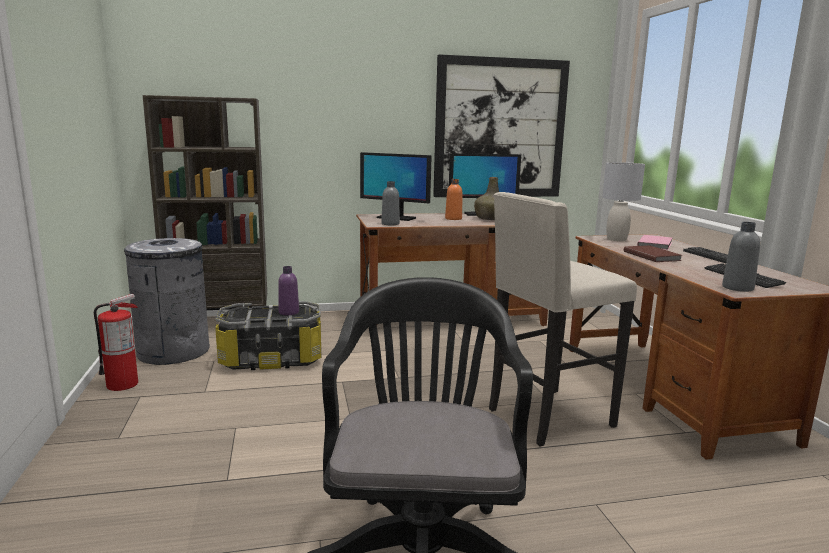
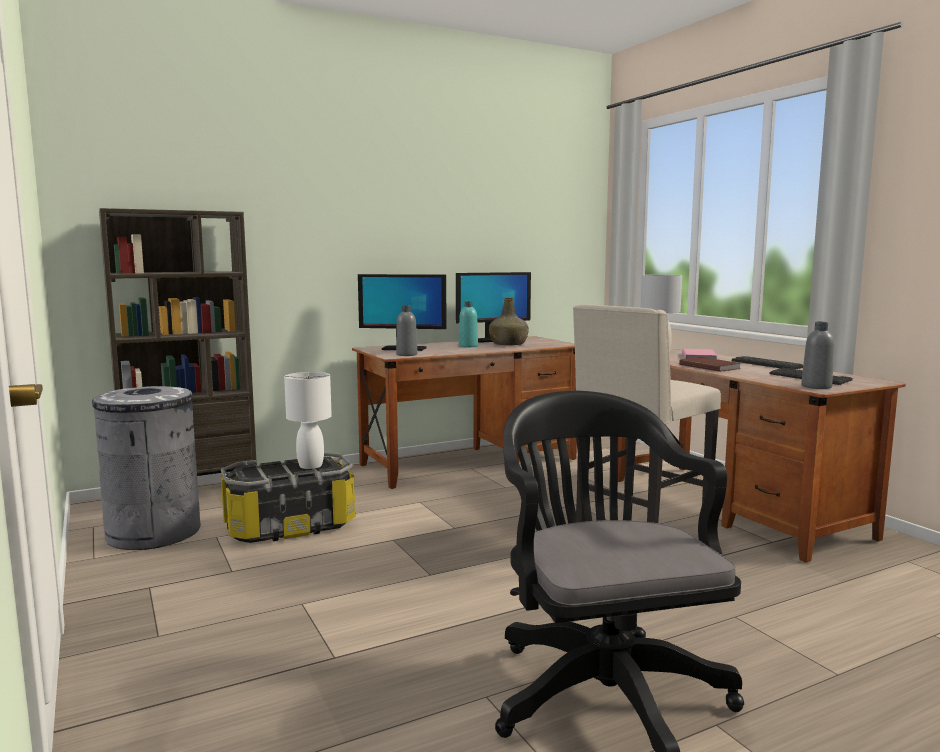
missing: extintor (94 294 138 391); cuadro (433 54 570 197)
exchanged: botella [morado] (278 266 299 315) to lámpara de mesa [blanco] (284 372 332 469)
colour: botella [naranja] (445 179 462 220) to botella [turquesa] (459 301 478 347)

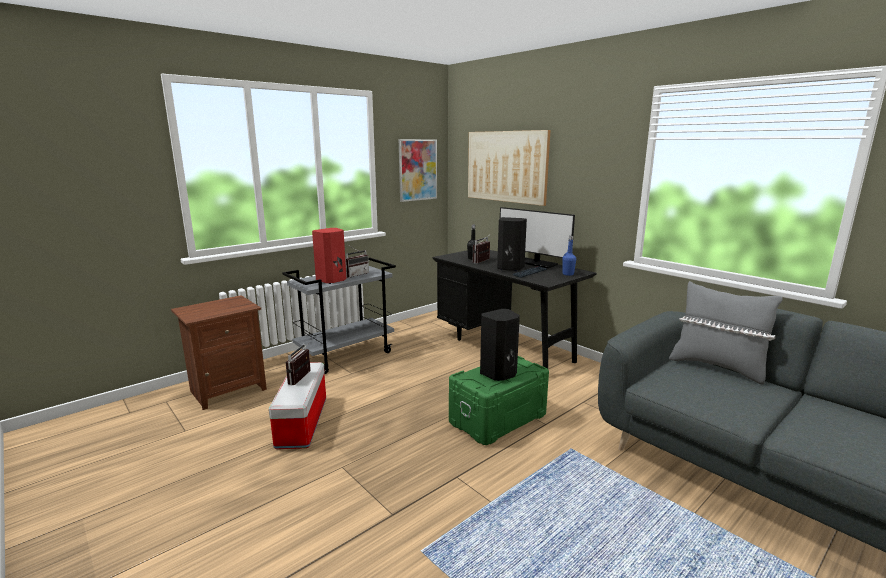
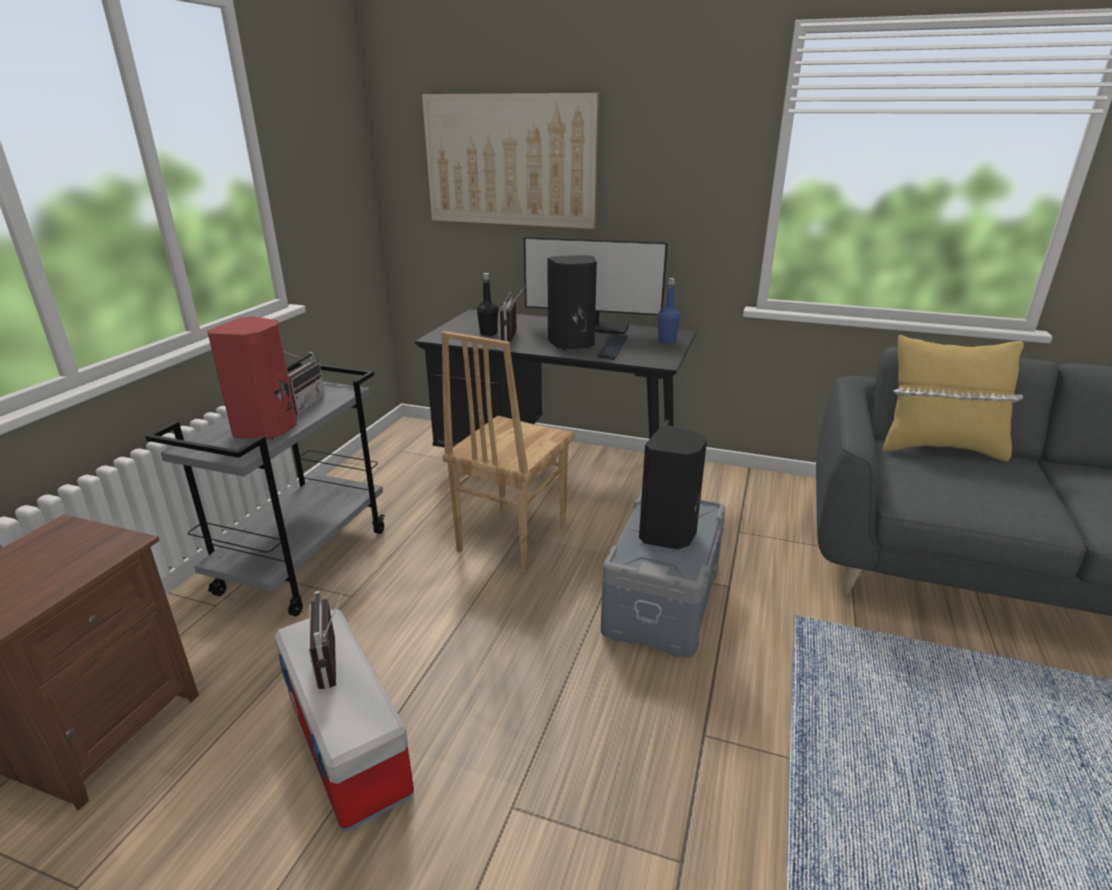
missing: cuadro (399 139 437 202)
appeared: silla [marrón] (441 331 575 573)
colour: caja de almacenaje [verde] (449 356 549 445) to caja de almacenaje [gris] (601 491 725 658); cojín [gris] (669 281 783 385) to cojín [amarillo] (882 335 1024 461)

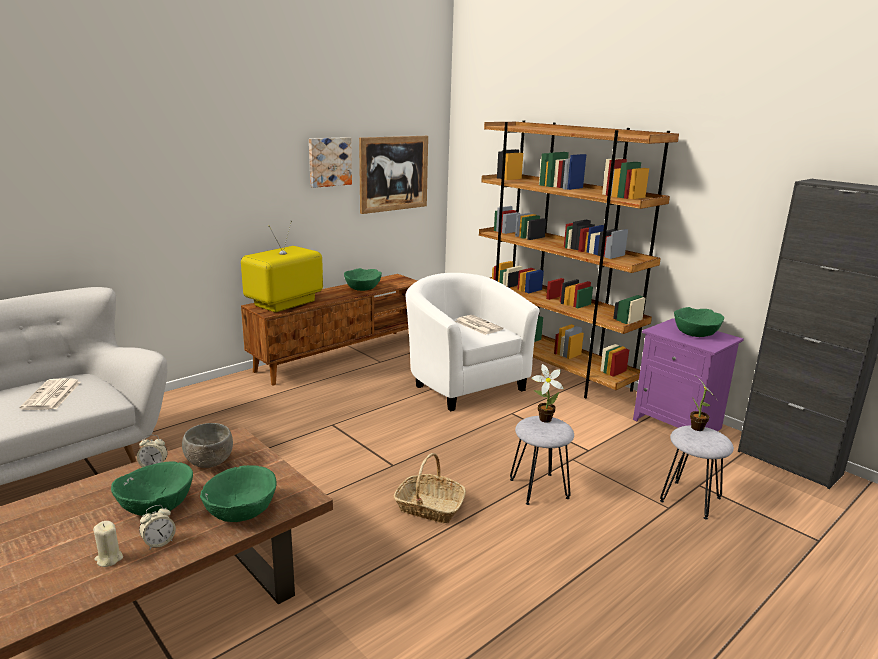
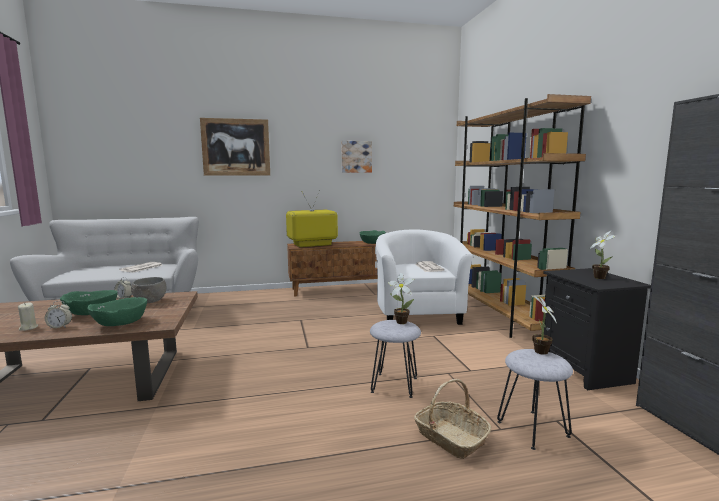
relocated: cuadro (359 136 428 214) to (200 118 270 176); cesta (393 453 466 523) to (414 379 491 459)
exchanged: cuenco [verde] (674 307 724 337) to planta en maceta (589 231 616 279)
colour: mesita de noche [morado] (633 318 744 431) to mesita de noche [negro] (543 268 651 390)

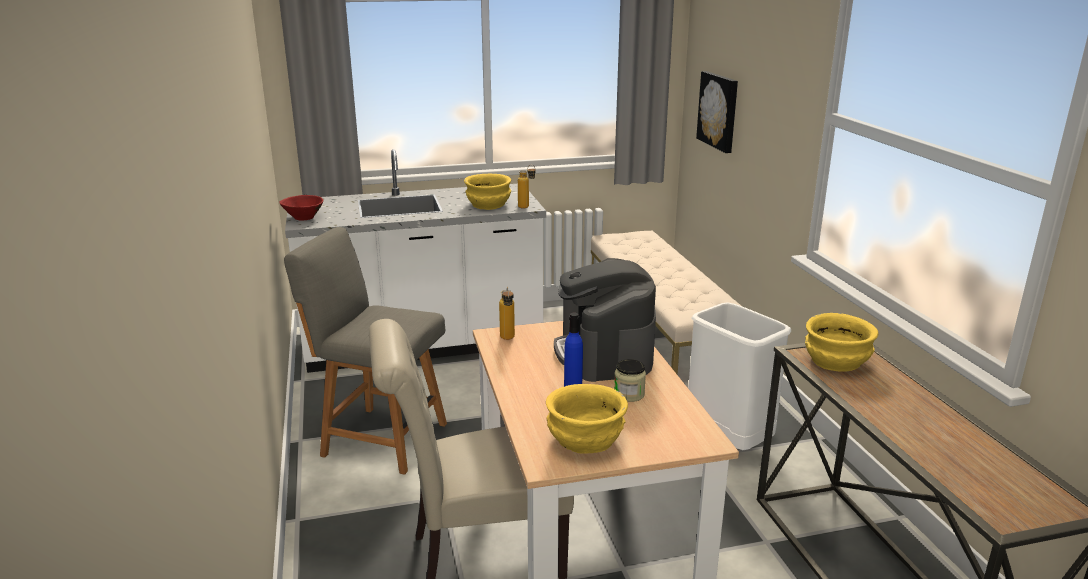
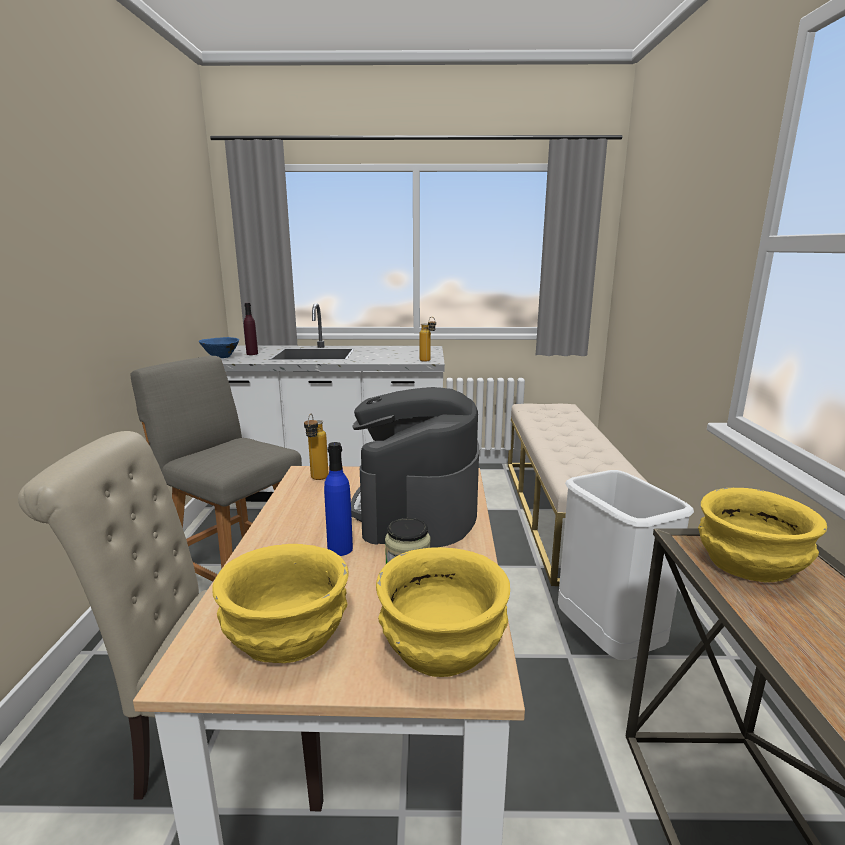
missing: cuadro (696 71 738 153)
appeared: botella [morado] (244 303 258 355)
relocated: cuenco [amarillo] (464 174 511 210) to (376 547 510 677)
colour: cuenco [rojo] (279 195 323 221) to cuenco [azul] (199 337 239 358)

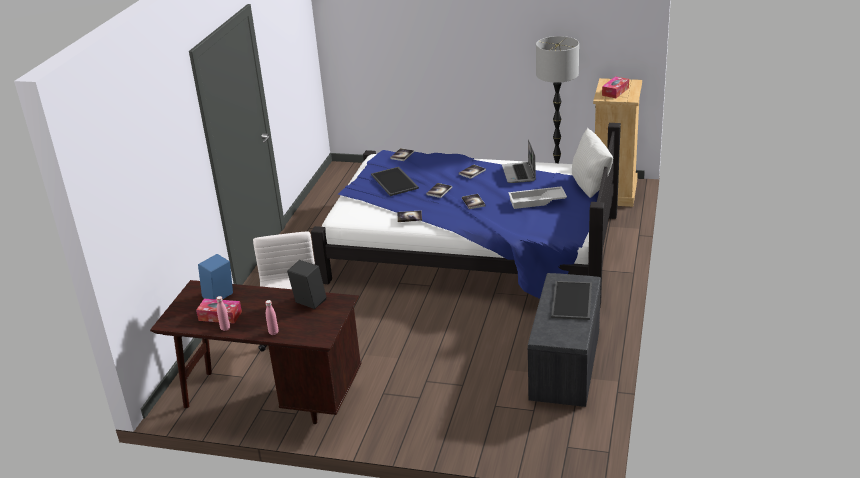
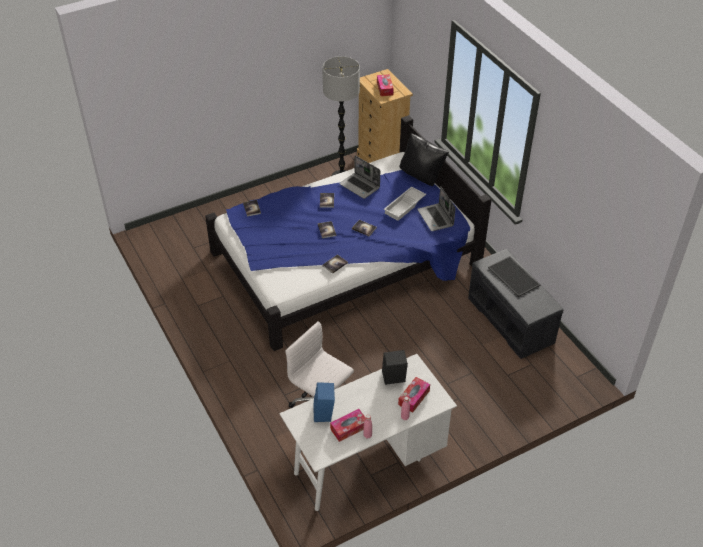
missing: bandeja (371 167 419 196)
appeared: caja de pañuelos (398 377 430 413); portátil (417 186 456 231)
colour: escritorio [marrón] (150 280 362 424) to escritorio [blanco] (280 354 457 511); cojín [blanco] (572 128 613 198) to cojín [negro] (399 133 449 186)

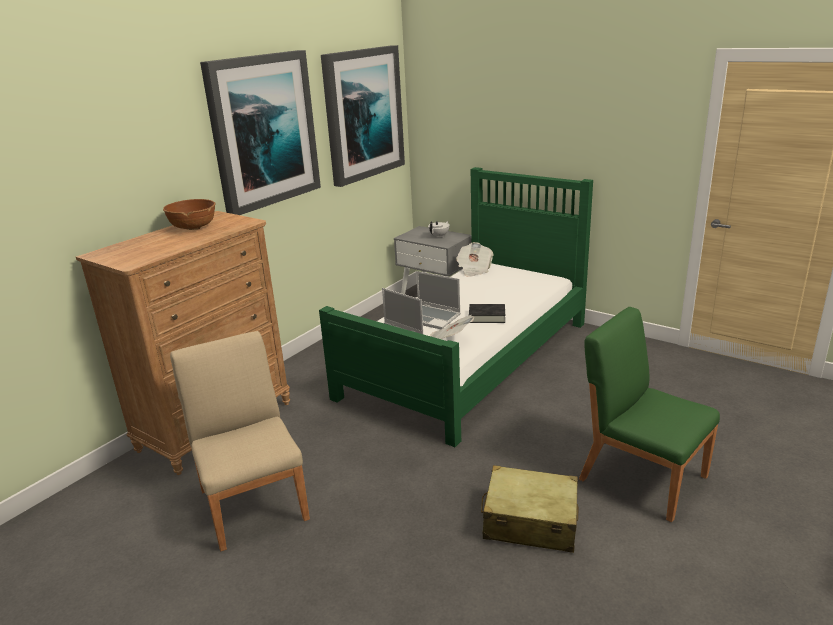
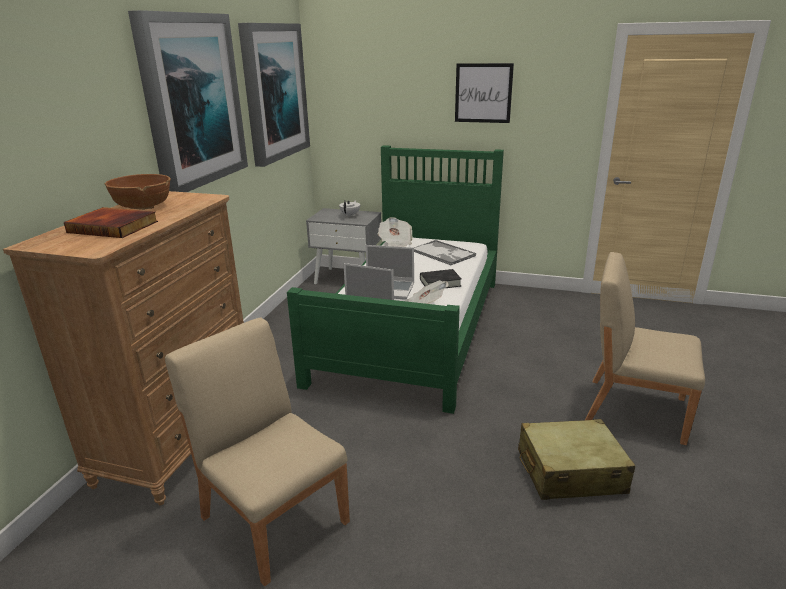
appeared: libro (64 207 158 238); bandeja (414 240 476 265); cuadro (455 63 514 123)
colour: silla [verde] (579 307 720 522) to silla [beis] (585 252 705 445)

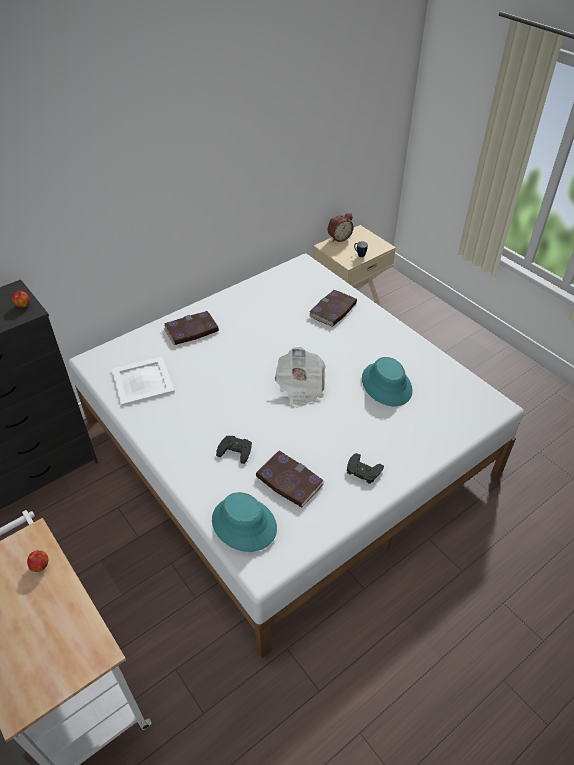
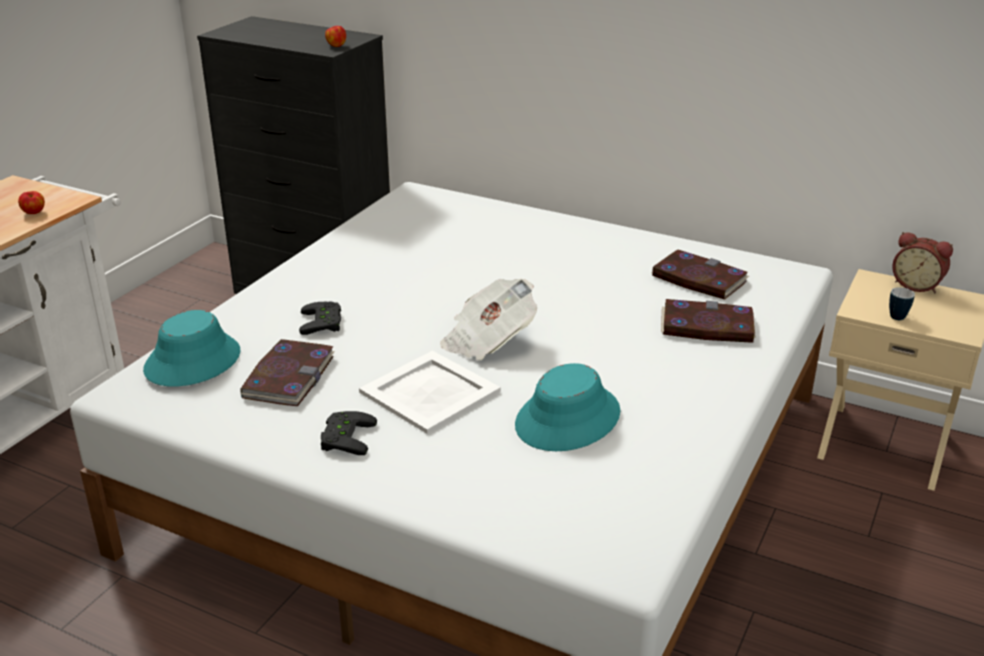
relocated: bandeja [blanco] (112 356 175 406) to (359 351 501 434); libro (164 311 219 345) to (651 250 749 300)

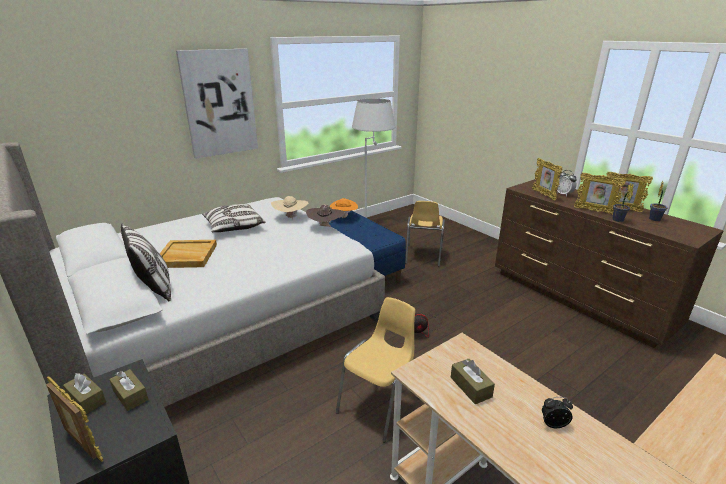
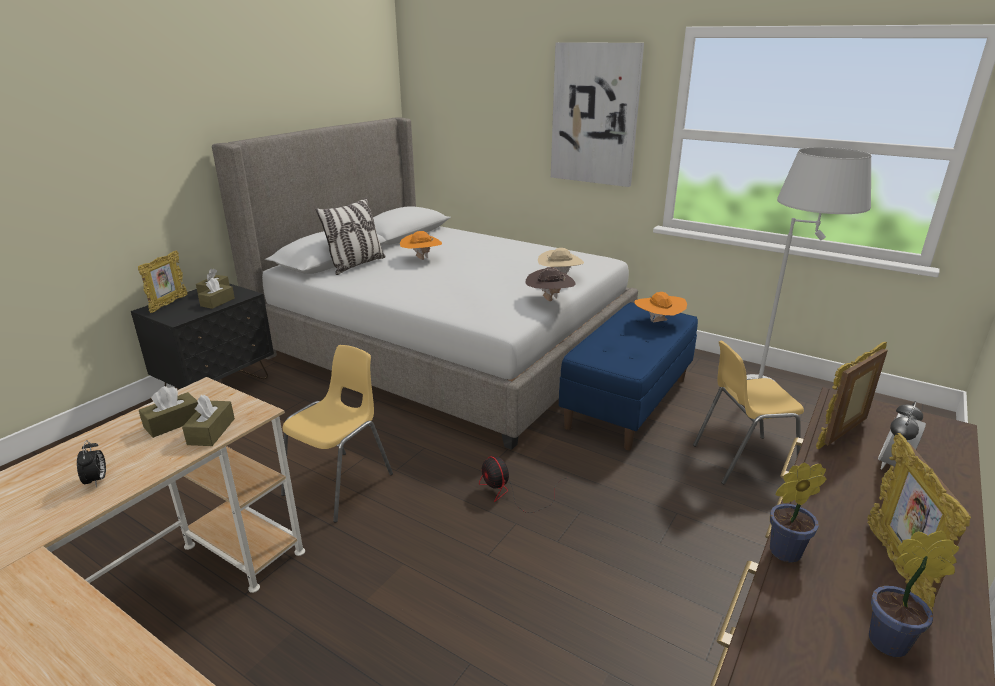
missing: cojín (202 204 266 232); portarretratos (574 173 626 215)
appeared: caja de pañuelos [marrón] (182 395 235 446)
exchanged: bandeja [beis] (160 240 217 268) to sombrero [naranja] (400 231 442 260)
spun: silla [amarillo] (336 297 419 443) = (281 345 393 523) 75 degrees counterclockwise

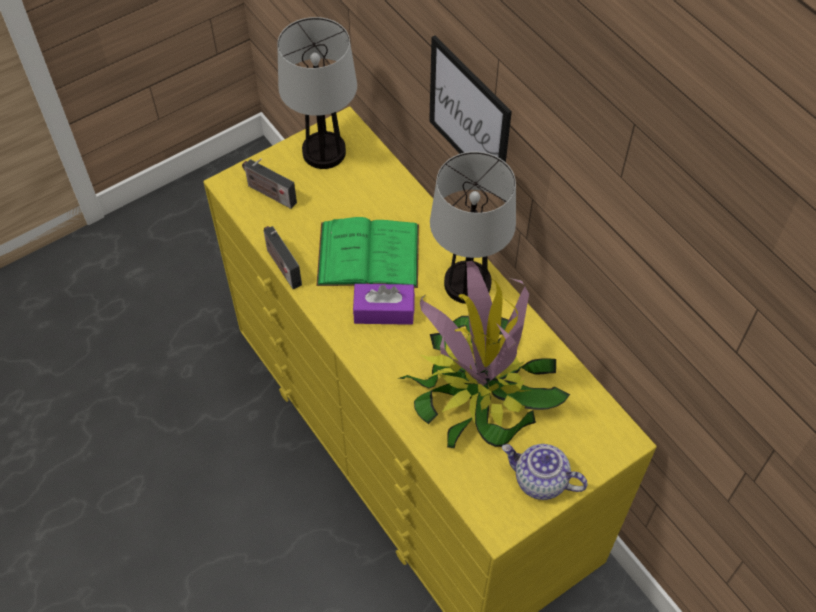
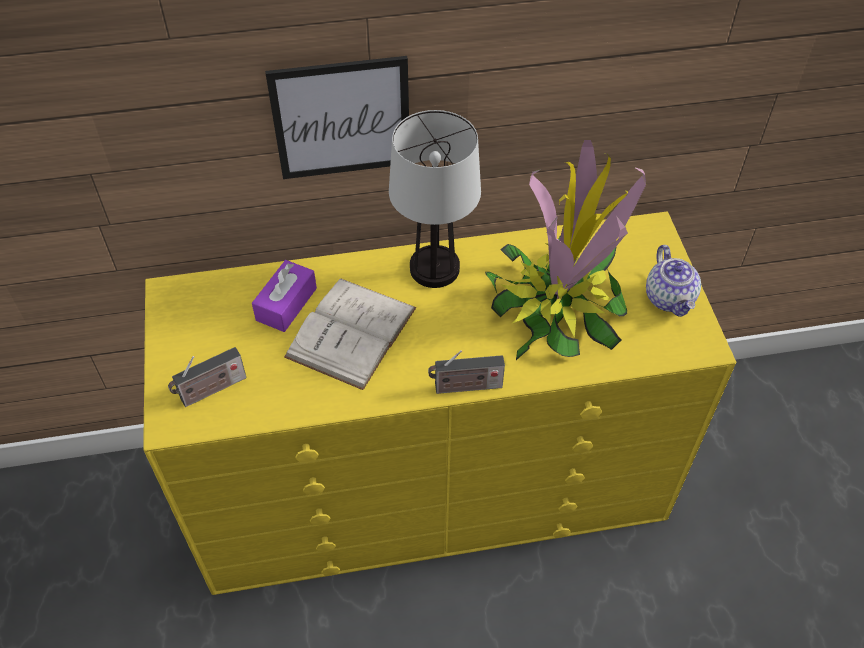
missing: lámpara de mesa (277 17 357 169)
relocated: caja de pañuelos [morado] (353 284 415 325) to (252 260 317 332); radio (264 226 302 289) to (428 350 505 394)
colour: libro [verde] (316 217 419 288) to libro [blanco] (284 278 416 390)
spun: tetera (502 444 588 500) = (646 245 701 317) 60 degrees counterclockwise

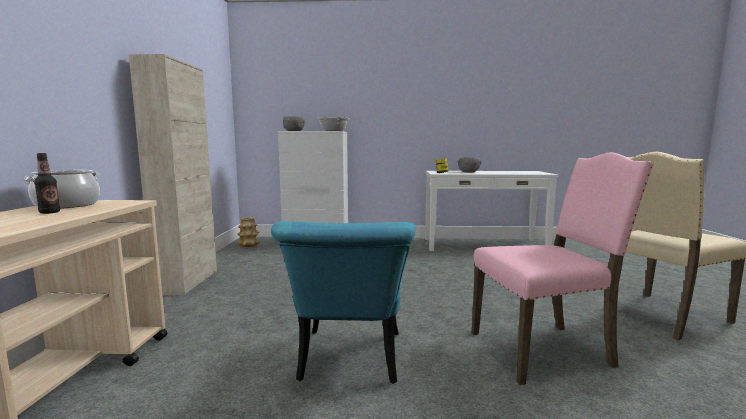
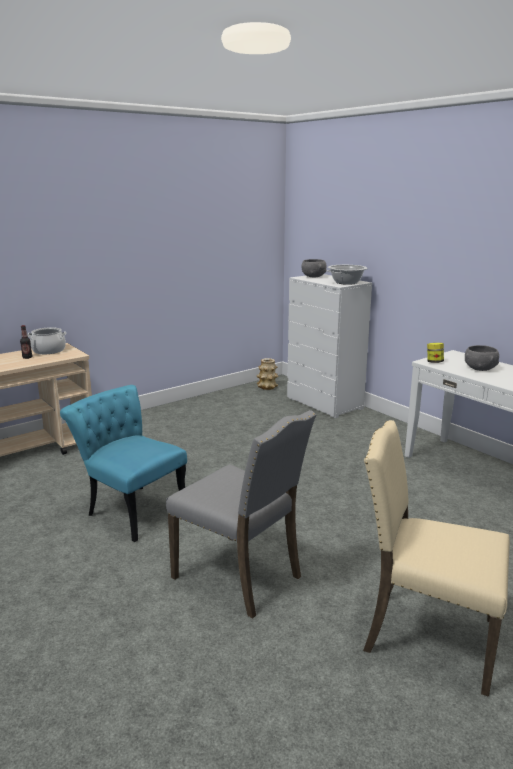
missing: armario [beis] (129 54 217 295)
colour: silla [rosa] (472 152 654 385) to silla [gris] (166 410 316 619)
spun: silla [turquesa] (271 221 416 384) = (60 385 187 542) 75 degrees clockwise

